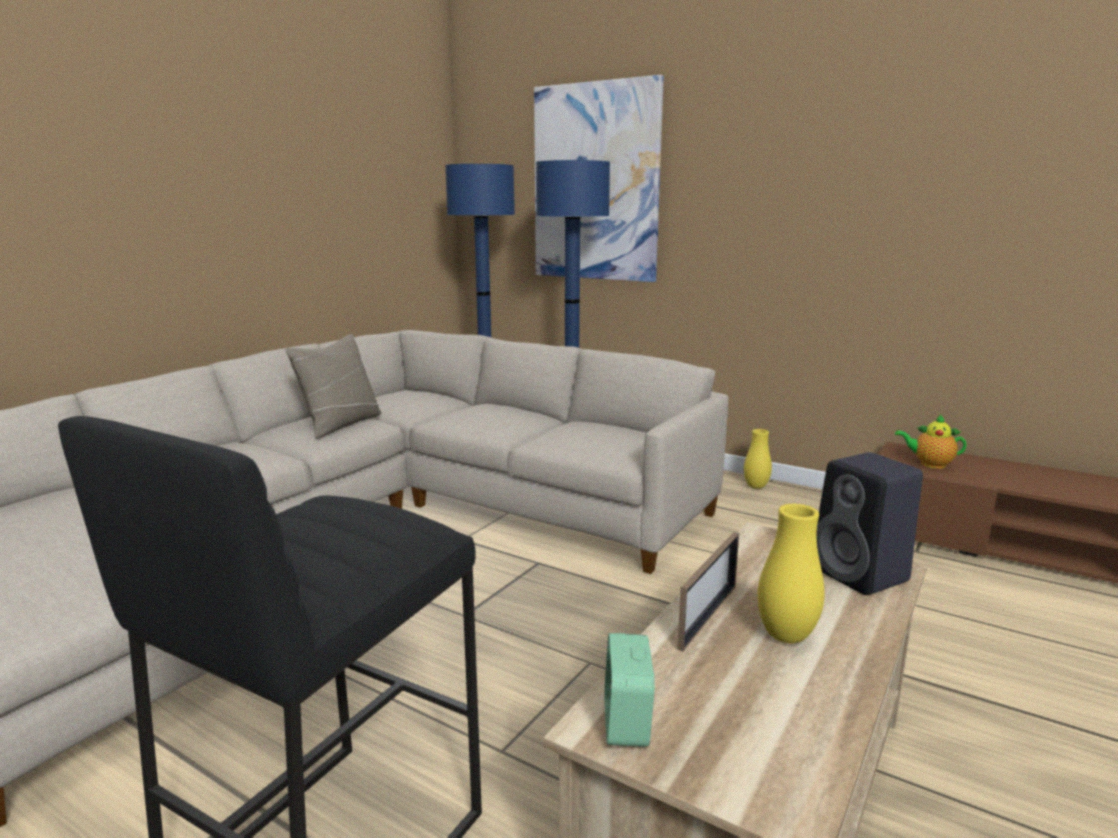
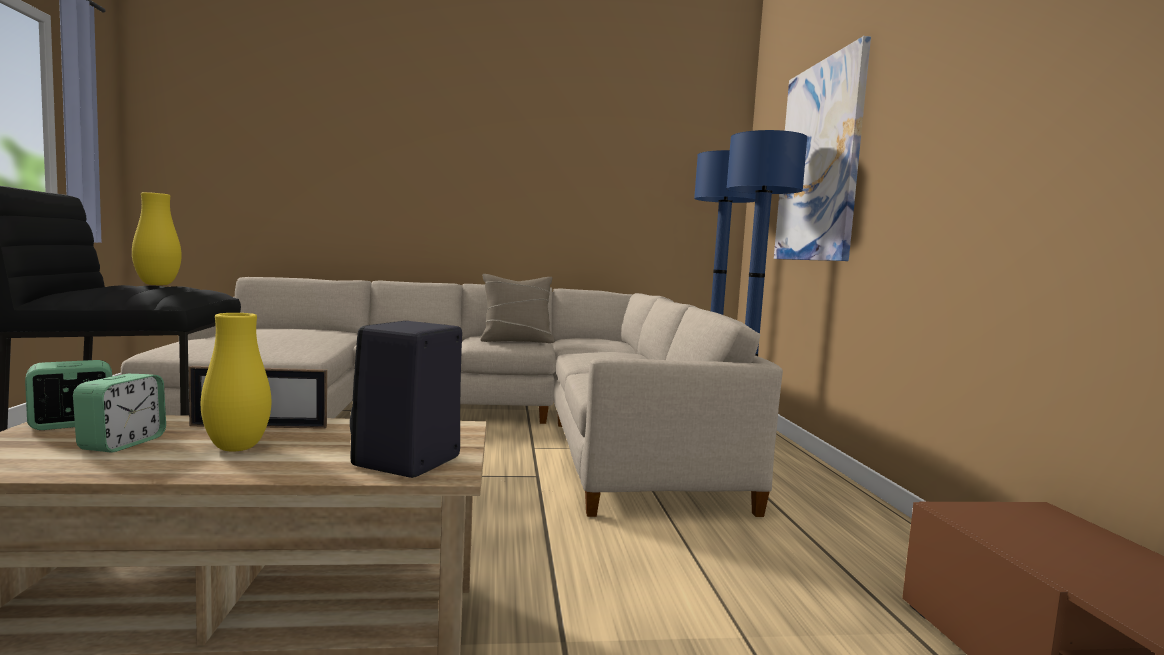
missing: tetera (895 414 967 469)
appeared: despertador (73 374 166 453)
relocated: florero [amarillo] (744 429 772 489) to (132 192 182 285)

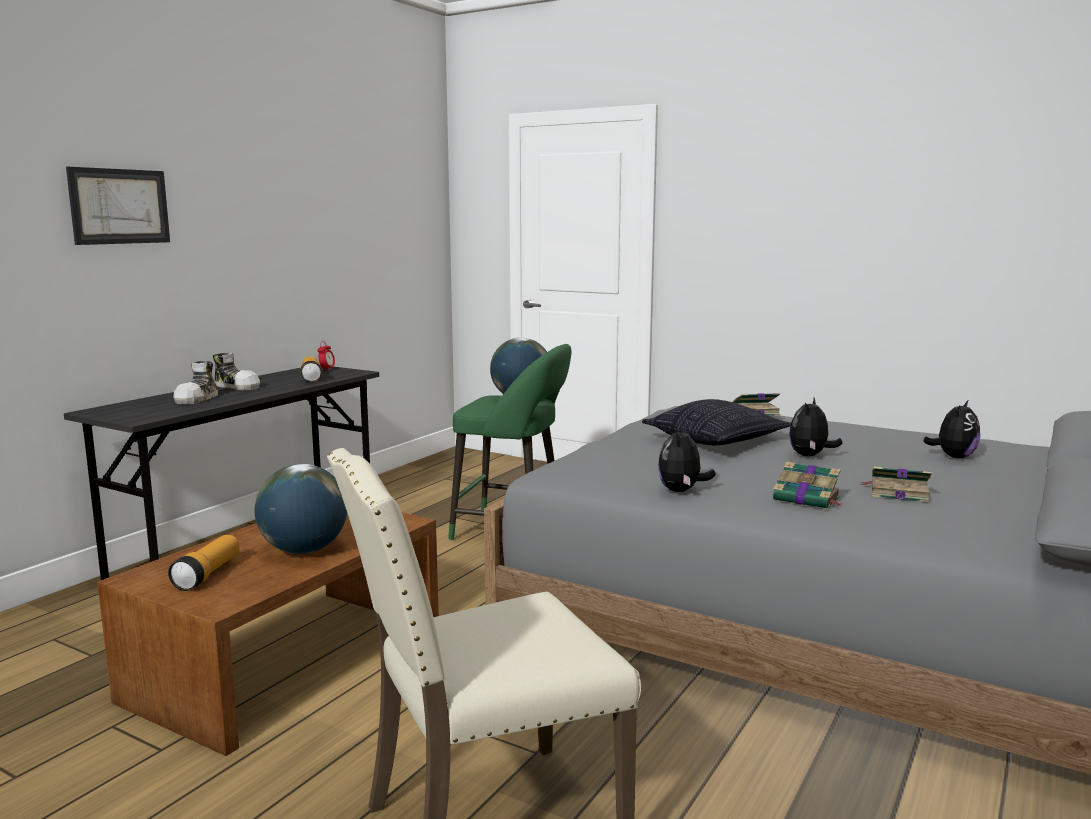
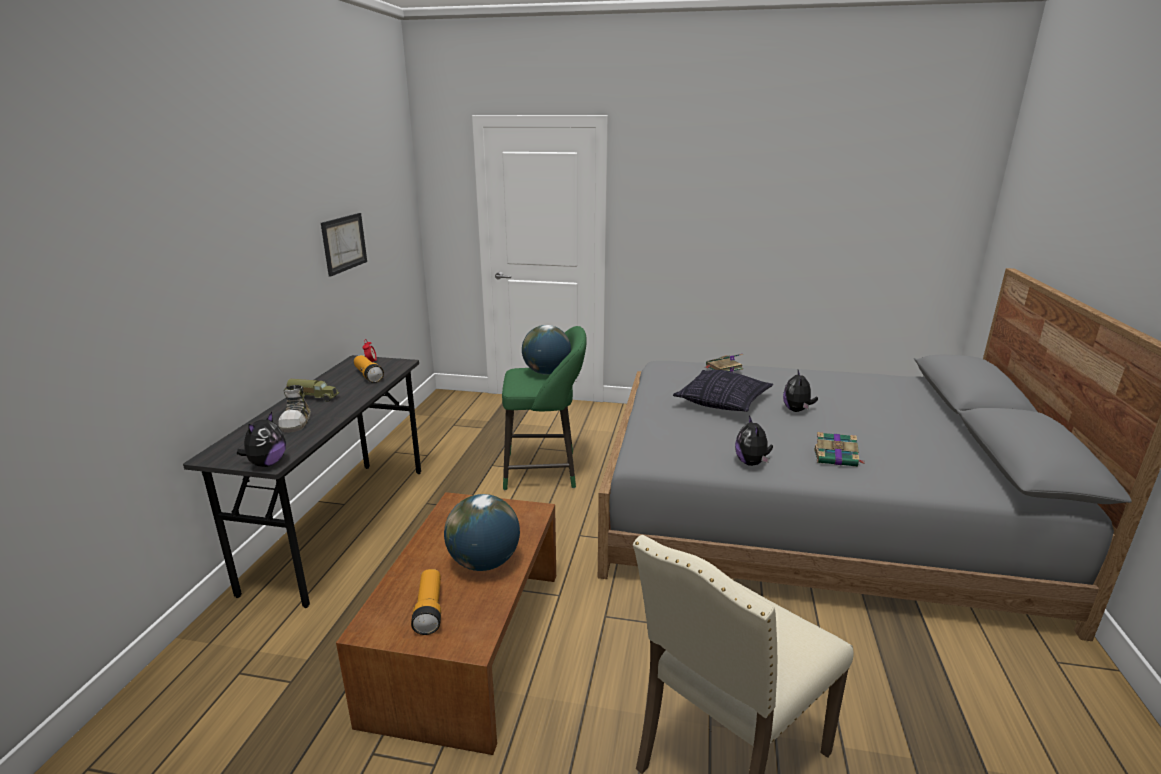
missing: libro (861 466 932 502)
relocated: peluche (923 400 980 458) to (237 412 286 467); cuadro (66 167 170 245) to (321 213 367 277)
exchanged: zapato (213 353 260 390) to camión de juguete (286 379 340 402)

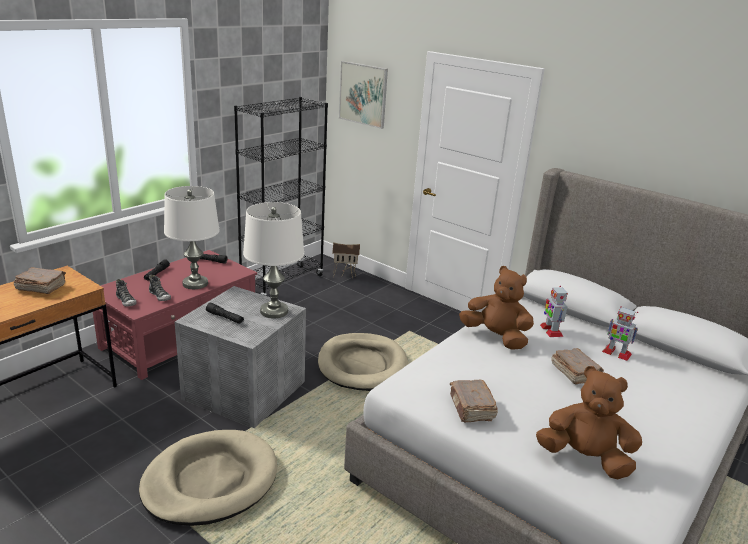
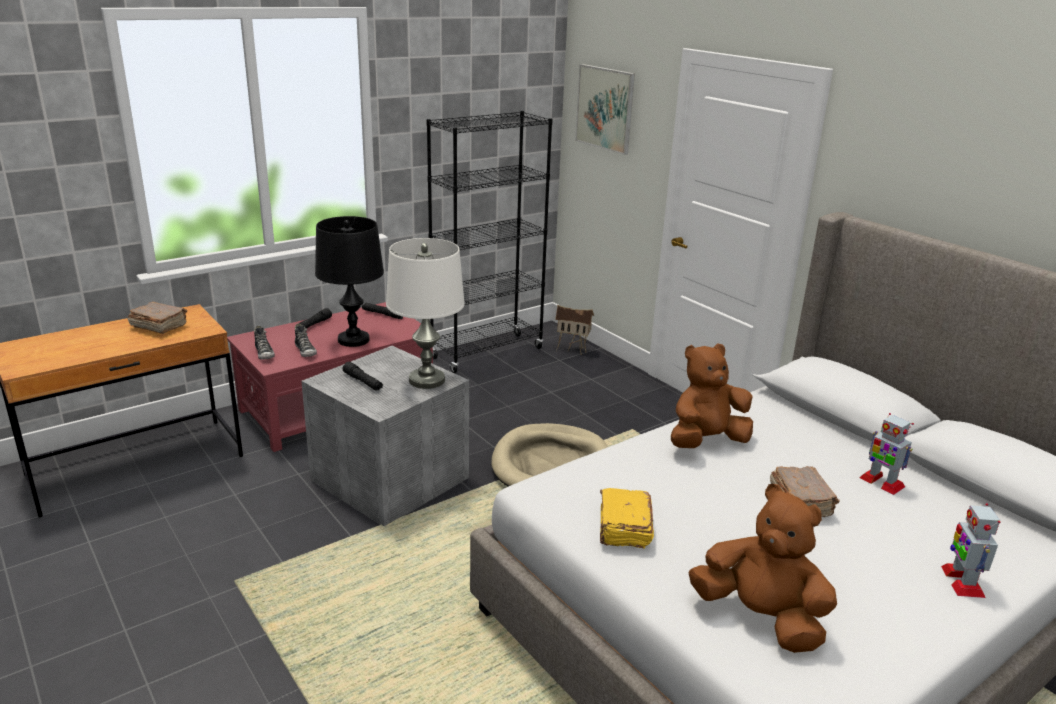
missing: cama para perro [beis] (139 430 277 526)
relocated: robot de juguete (540 286 568 337) to (941 503 1001 598)
colour: lámpara de mesa [blanco] (164 186 220 289) to lámpara de mesa [negro] (315 216 384 347); libro [marrón] (450 380 498 423) to libro [amarillo] (600 488 654 549)
spun: peluche [marrón] (459 266 534 350) = (671 343 753 448) 75 degrees counterclockwise

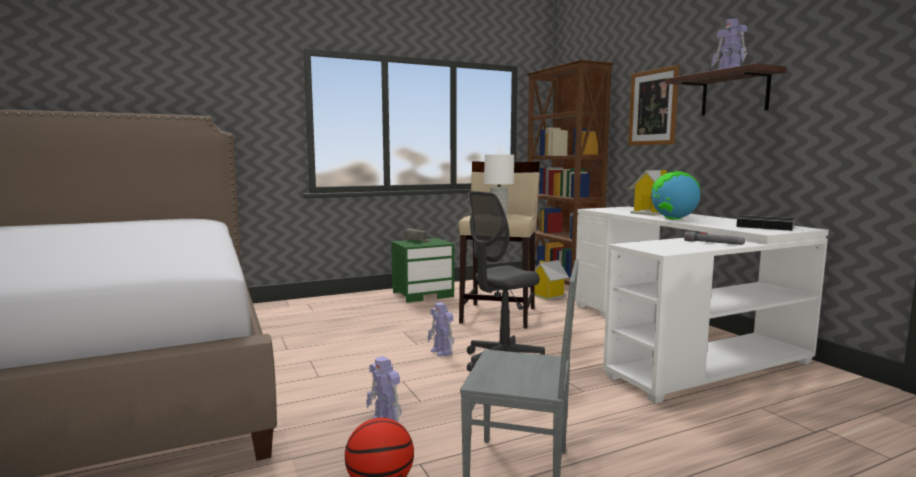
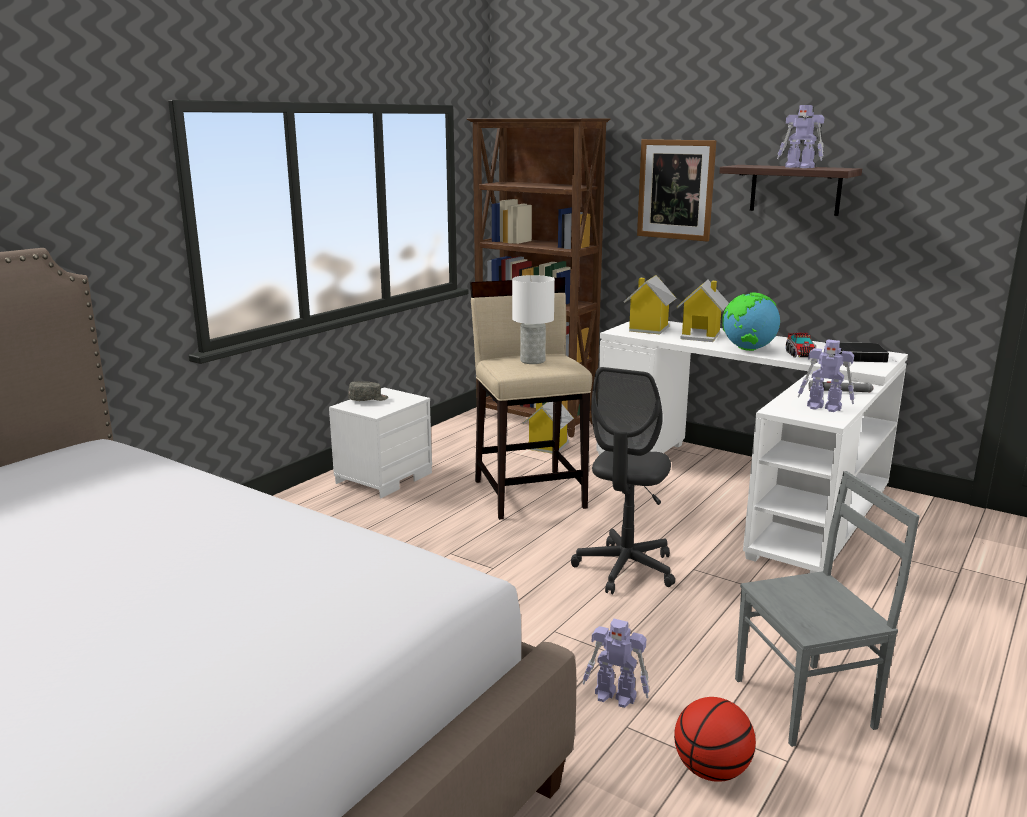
appeared: casita (623 275 676 334); camión de juguete (786 333 816 358)
relocated: robot de juguete (428 302 454 356) to (798 339 855 412)
colour: mesita de noche [verde] (391 238 455 303) to mesita de noche [blanco] (329 387 432 498)

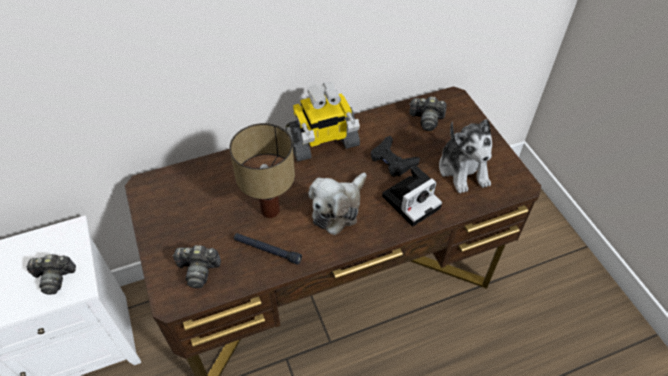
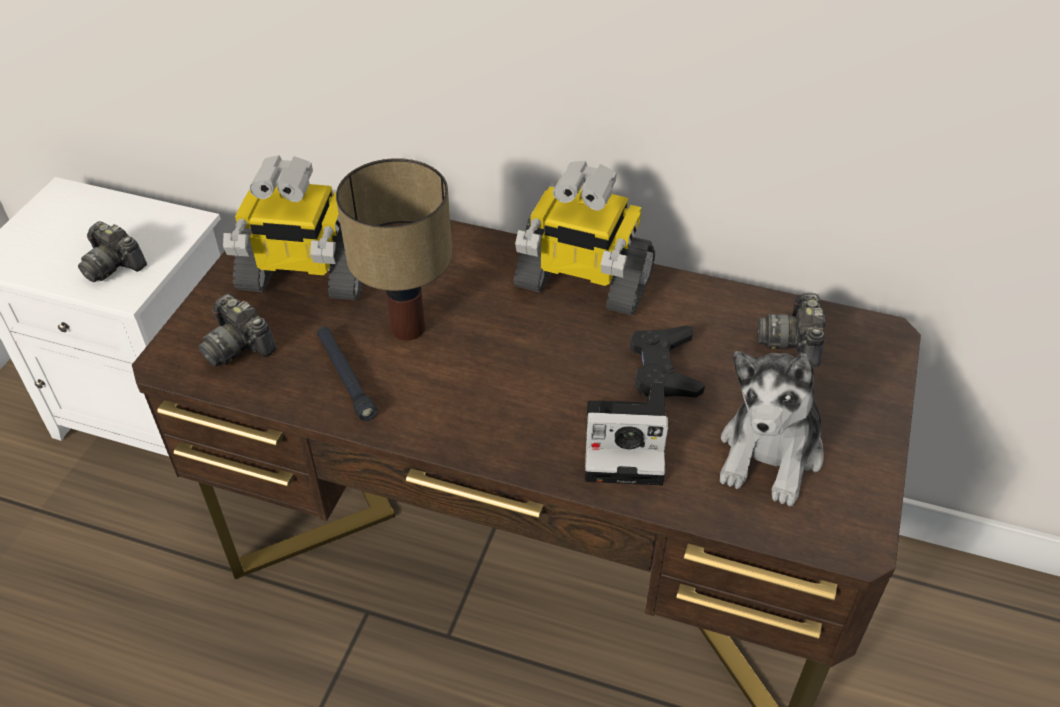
missing: peluche (308 172 367 235)
appeared: robot de juguete (223 155 364 300)
spun: cámara (409 96 447 131) = (758 293 825 367) 45 degrees clockwise

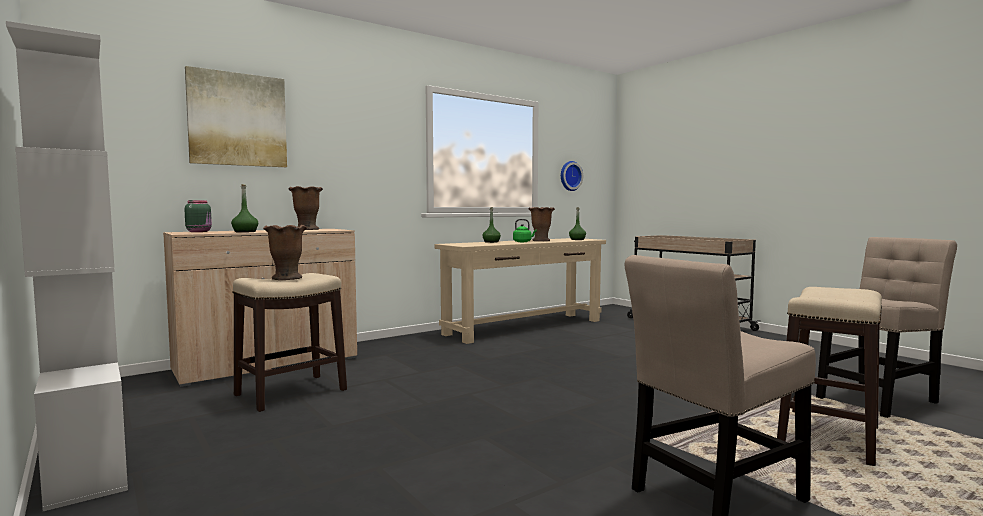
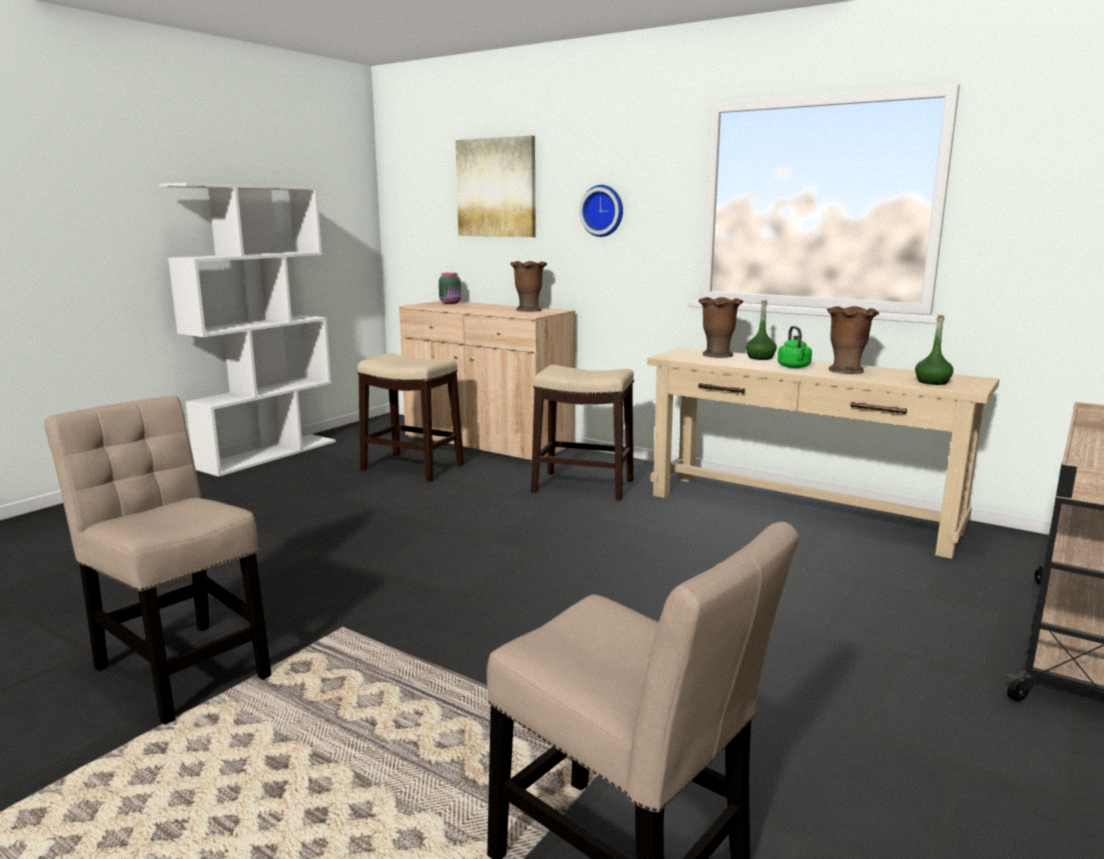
missing: botella [verde] (231 184 258 232)
relocated: taburete (777 287 882 466) to (531 365 634 501); reloj de pared (561 161 583 191) to (579 185 623 237); florero [marrón] (263 225 307 280) to (699 297 743 358)

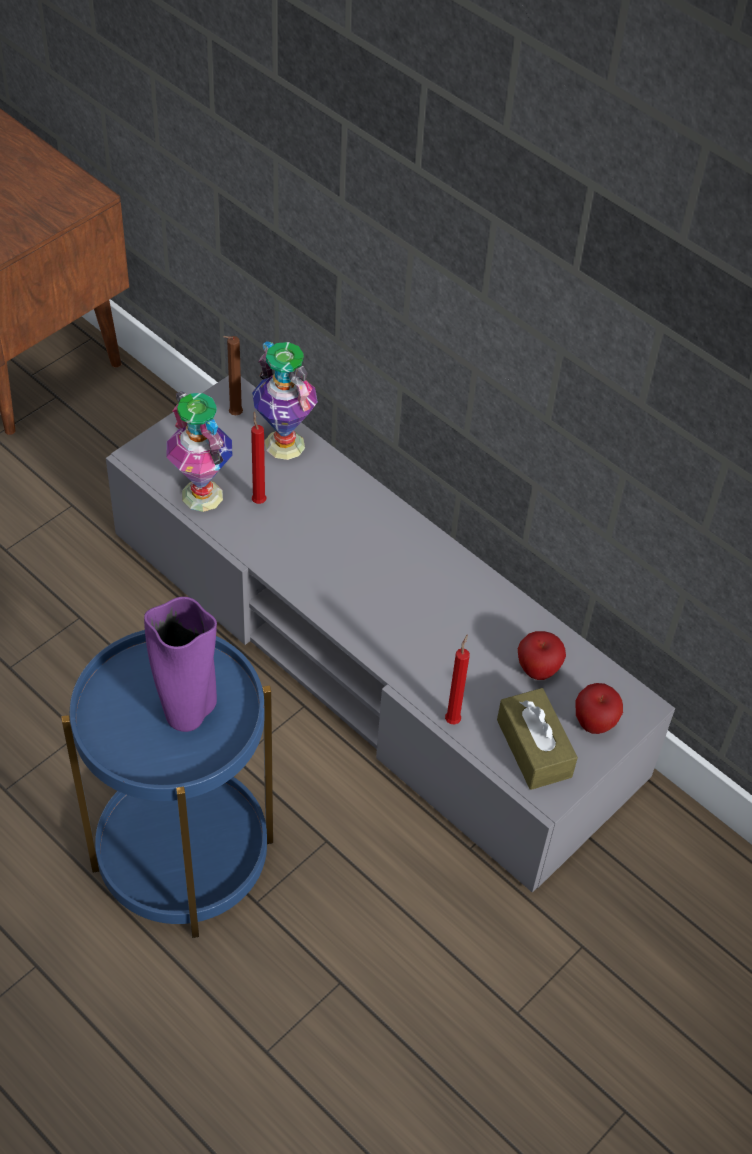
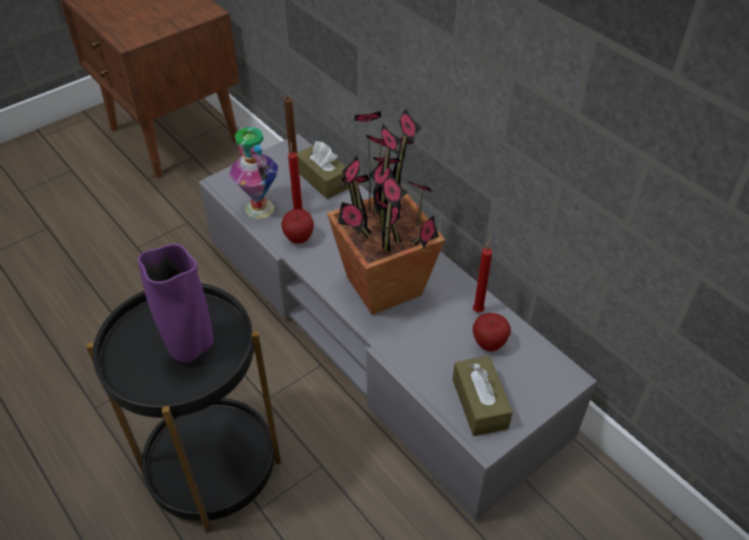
appeared: planta en maceta (327 108 445 315)
relocated: manzana (575 683 623 734) to (281 209 314 244); vela [rojo] (445 635 470 724) to (473 237 493 313)
exchanged: florero (252 341 318 460) to caja de pañuelos [marrón] (297 141 349 199)
colour: mesa auxiliar [azul] (61 630 273 938) to mesa auxiliar [negro] (86 283 281 533)

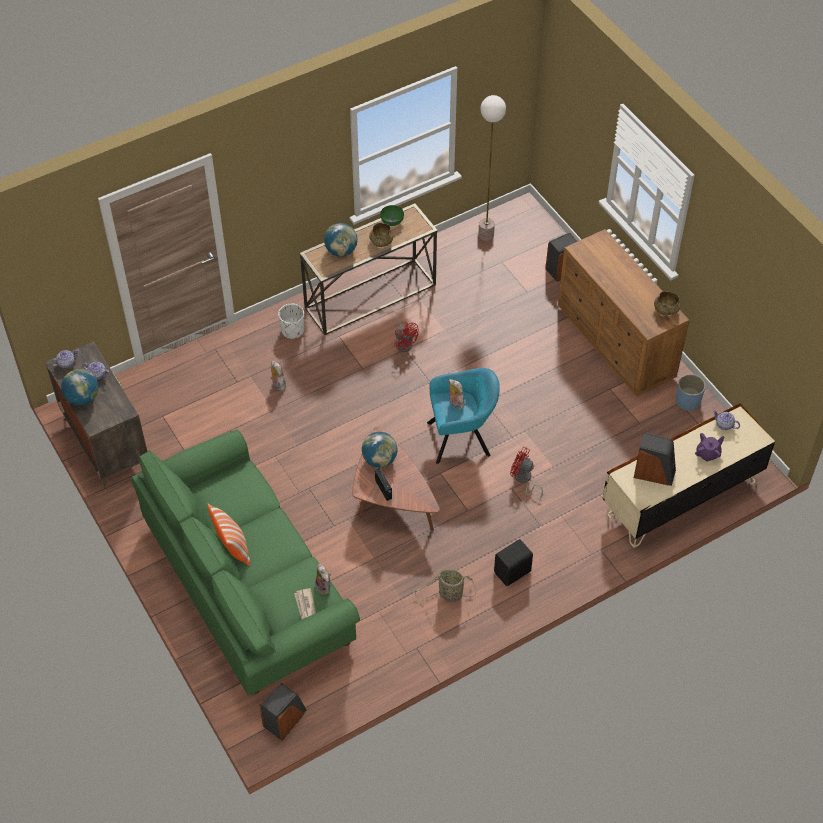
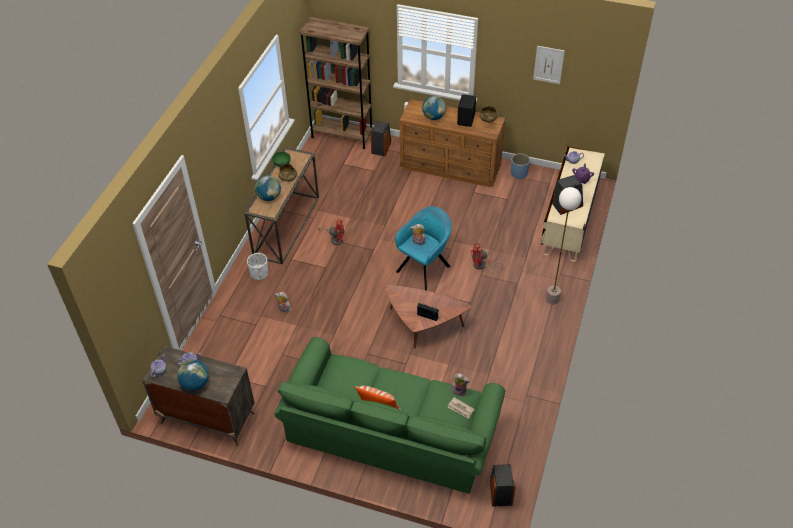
missing: cesta (414 569 476 602)
appeared: estantería [marrón] (299 17 373 149); cuadro (533 46 565 84)
relocated: globo terráqueo (362 432 398 468) to (422 96 446 120); altavoz [negro] (494 539 533 586) to (457 94 476 127); lámpara de pie (478 95 506 241) to (546 187 582 305)

